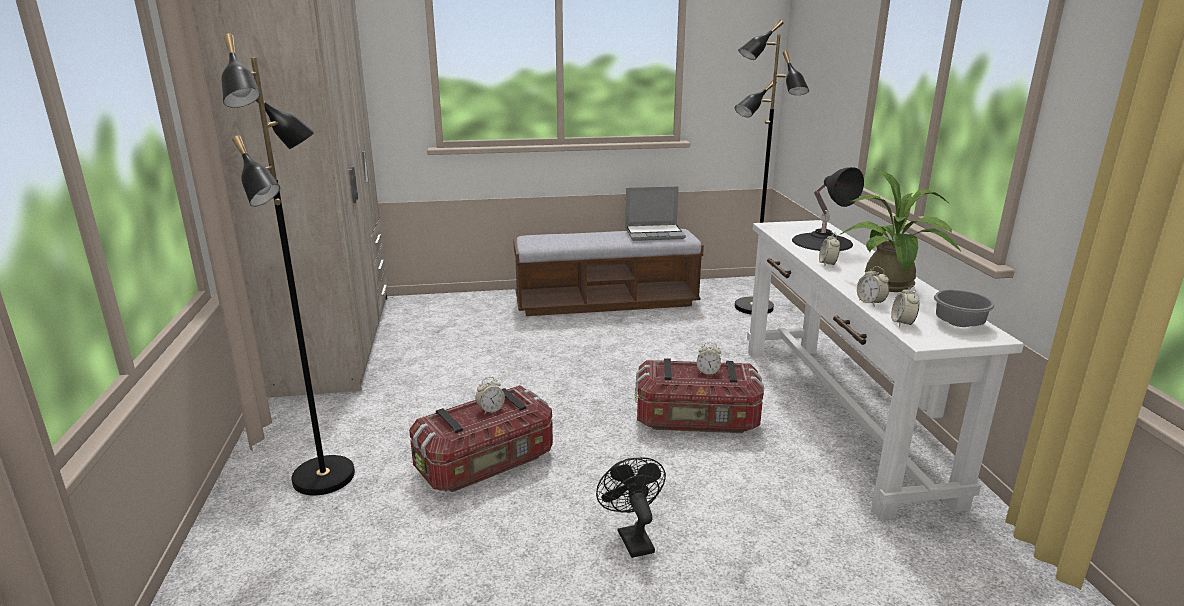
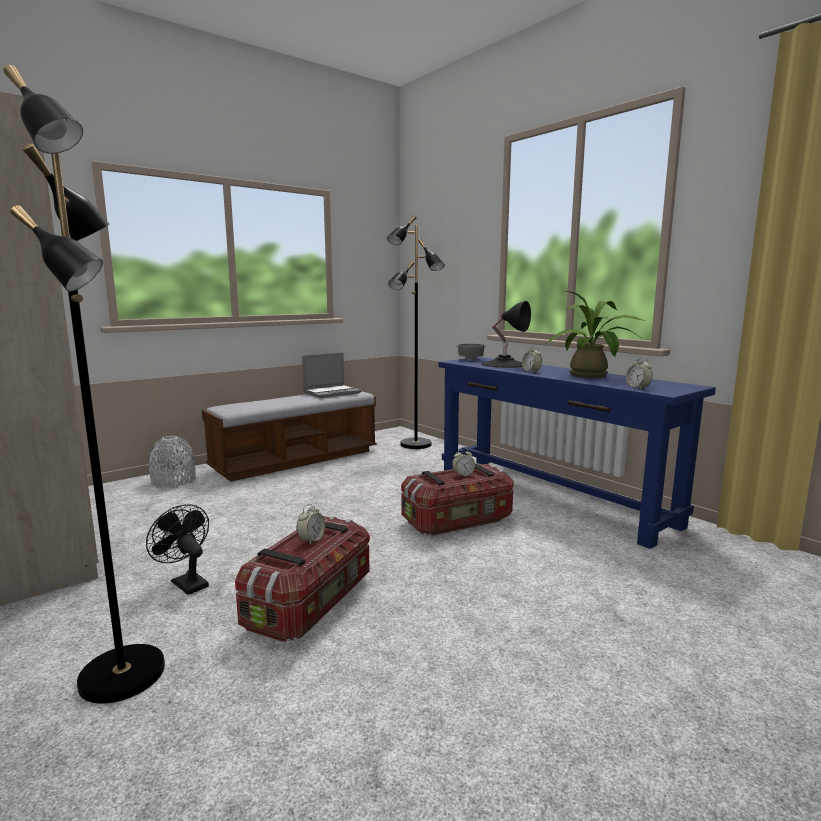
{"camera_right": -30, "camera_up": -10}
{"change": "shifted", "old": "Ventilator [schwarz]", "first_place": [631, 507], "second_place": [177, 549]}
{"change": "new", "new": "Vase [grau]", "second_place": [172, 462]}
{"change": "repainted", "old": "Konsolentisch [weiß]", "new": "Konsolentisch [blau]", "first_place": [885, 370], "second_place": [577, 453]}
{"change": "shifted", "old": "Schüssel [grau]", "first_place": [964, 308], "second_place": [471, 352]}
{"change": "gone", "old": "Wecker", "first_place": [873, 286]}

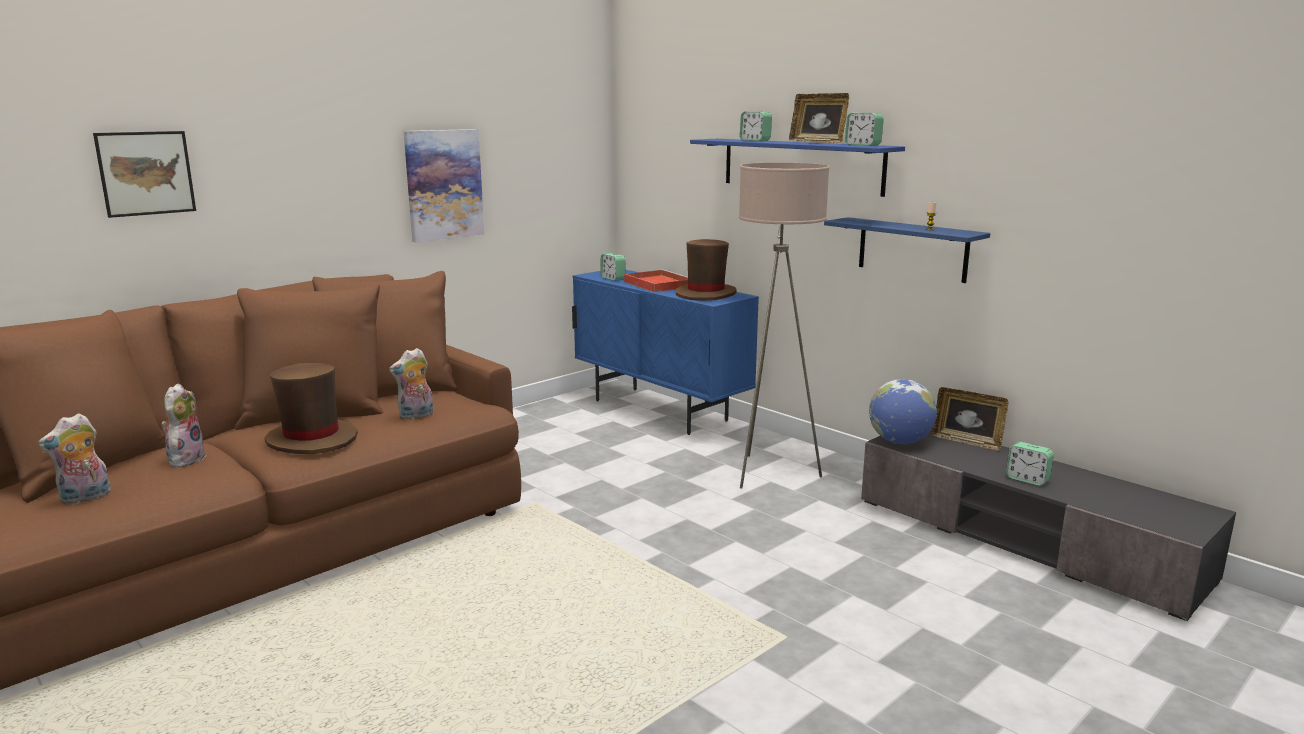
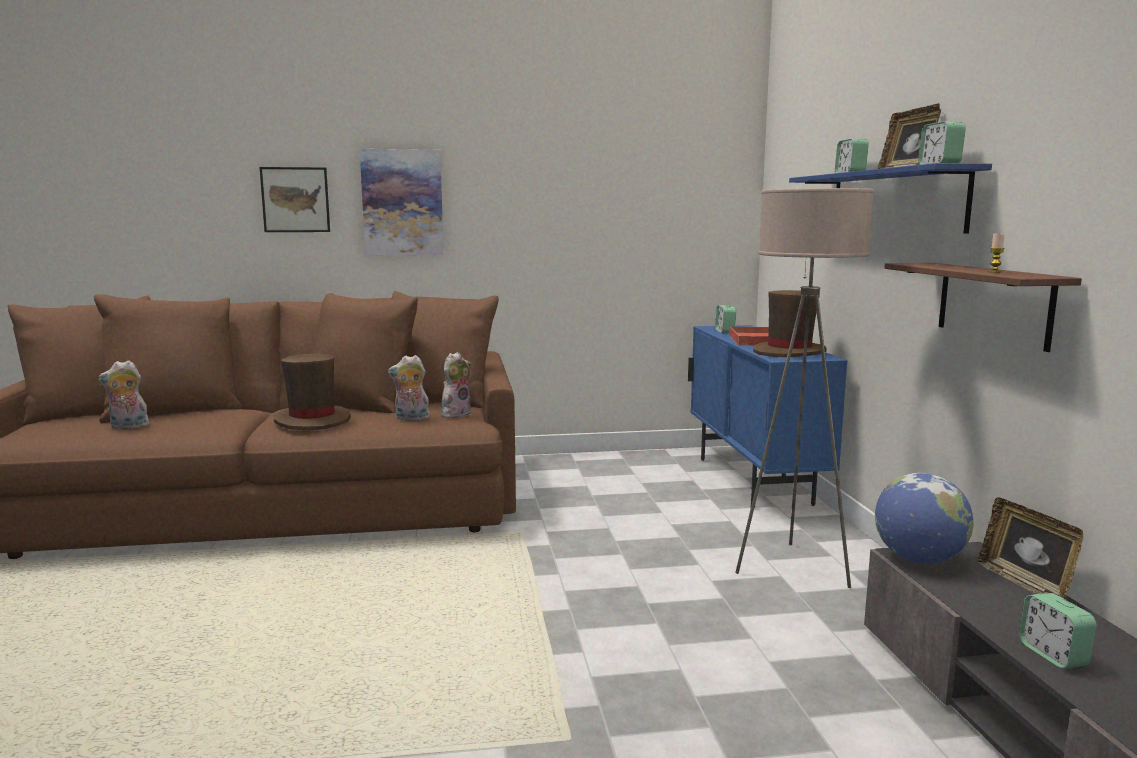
{"camera_right": 35, "camera_up": -5}
{"change": "shifted", "old": "Bild", "first_place": [444, 185], "second_place": [402, 202]}
{"change": "shifted", "old": "Plüschtier", "first_place": [184, 425], "second_place": [456, 385]}
{"change": "repainted", "old": "Wandregal [blau]", "new": "Wandregal [braun]", "first_place": [907, 250], "second_place": [983, 307]}

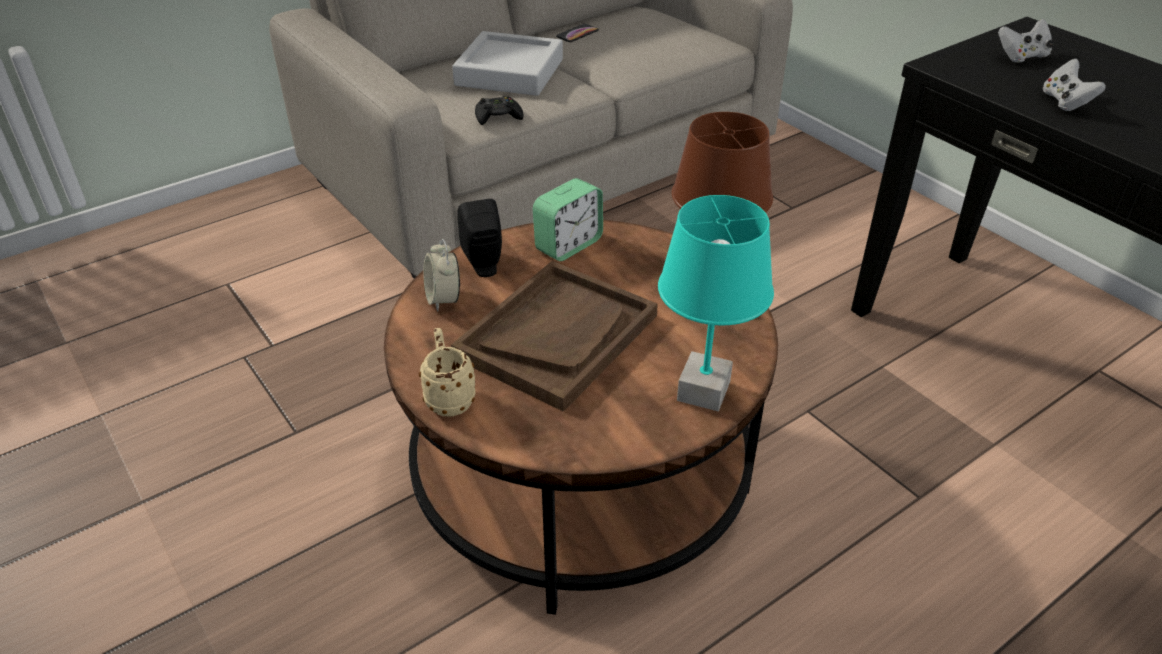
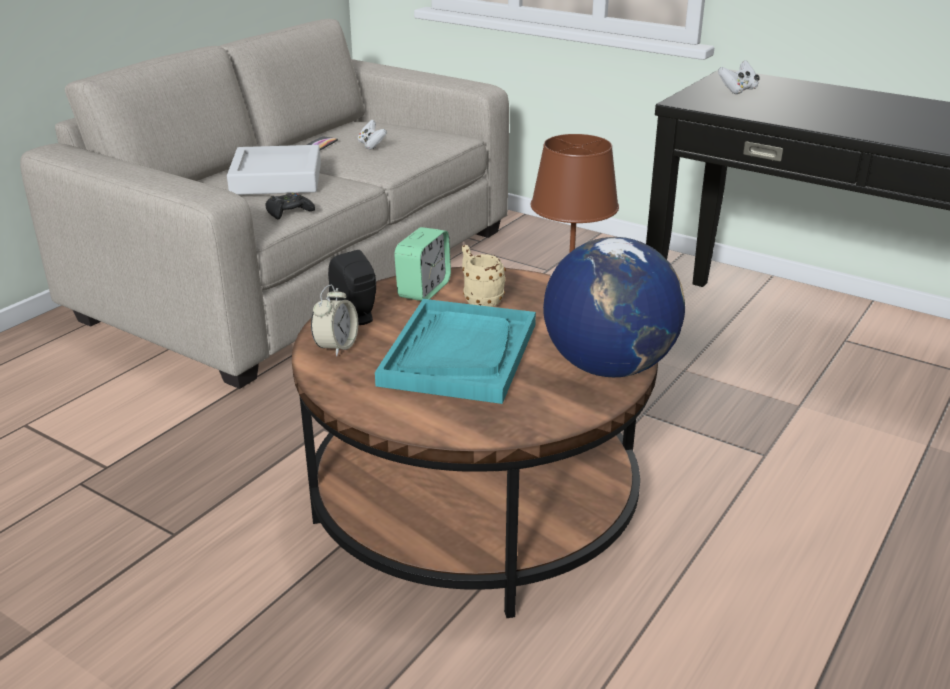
{"camera_right": -20, "camera_up": -10}
{"change": "rotated", "old": "Wecker", "first_place": [441, 275], "second_place": [334, 320], "degrees": -120}
{"change": "shifted", "old": "Gamepad [weiß]", "first_place": [1074, 85], "second_place": [372, 134]}
{"change": "repainted", "old": "Tablett [braun]", "new": "Tablett [türkis]", "first_place": [554, 336], "second_place": [455, 351]}
{"change": "shifted", "old": "Henkelbecher [beige]", "first_place": [447, 372], "second_place": [483, 276]}
{"change": "swapped", "old": "Tischlampe [türkis]", "new": "Globus", "first_place": [716, 303], "second_place": [614, 307]}

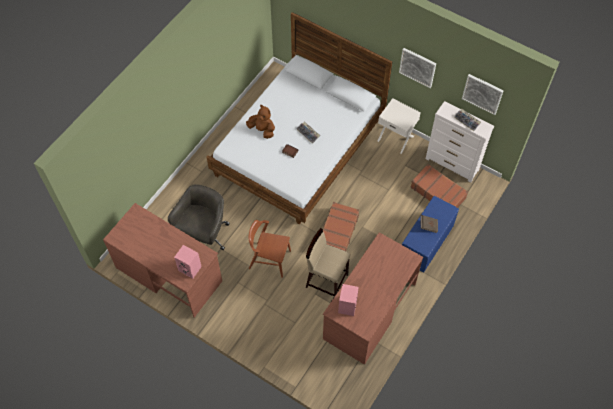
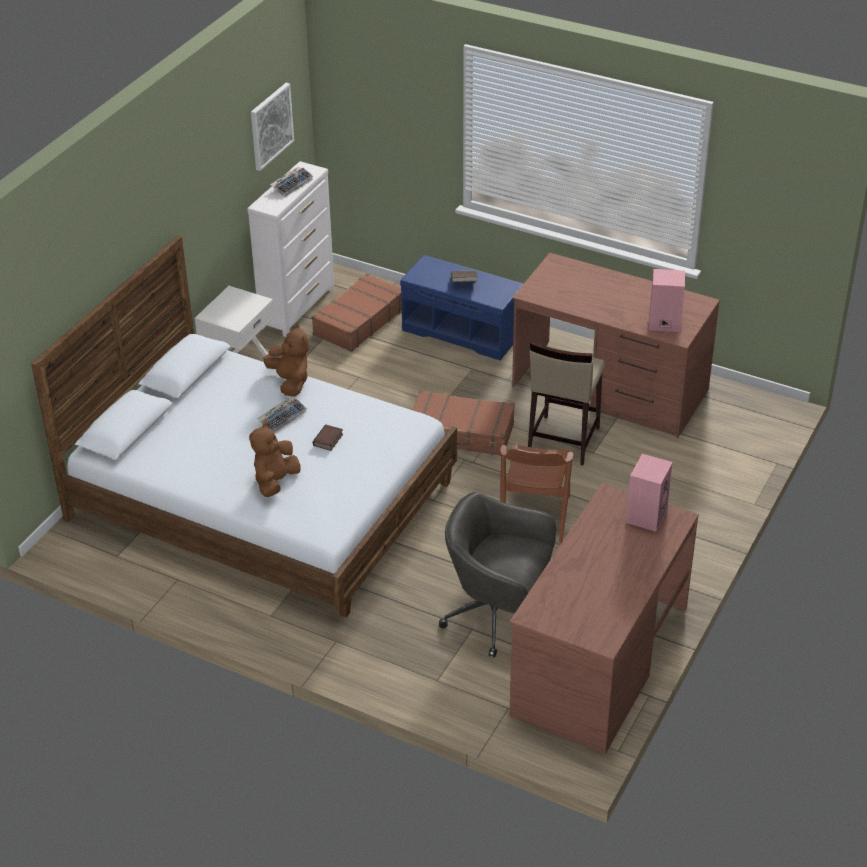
{"camera_right": -95, "camera_up": -20}
{"change": "new", "new": "Plüschtier [braun]", "second_place": [286, 361]}
{"change": "gone", "old": "Bild", "first_place": [417, 68]}

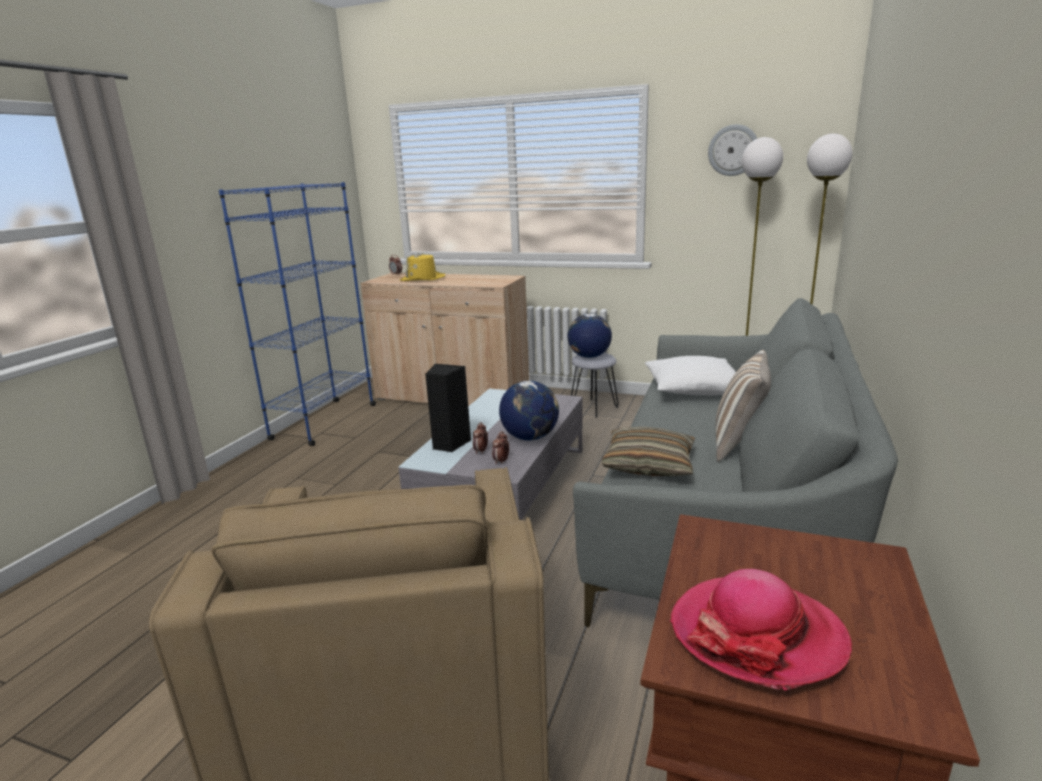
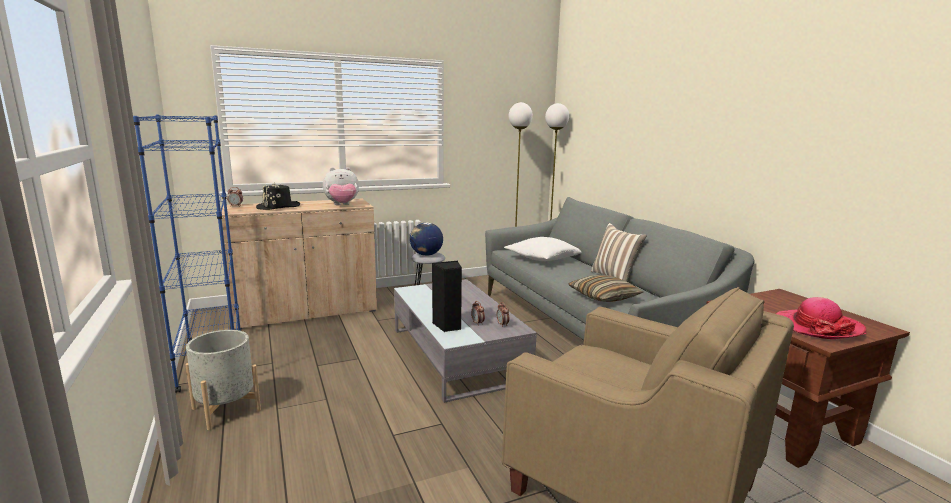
{"camera_right": -45, "camera_up": -5}
{"change": "new", "new": "Pflanzkübel [grau]", "second_place": [223, 380]}
{"change": "repainted", "old": "Hut [gelb]", "new": "Hut [schwarz]", "first_place": [422, 266], "second_place": [278, 196]}
{"change": "new", "new": "Plüschtier", "second_place": [341, 186]}
{"change": "gone", "old": "Globus", "first_place": [529, 411]}
{"change": "gone", "old": "Wanduhr", "first_place": [732, 150]}

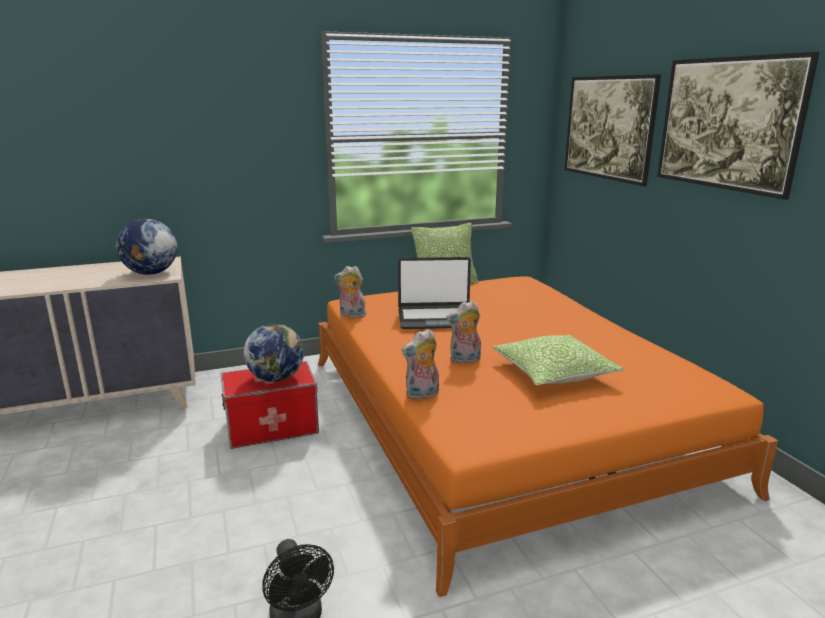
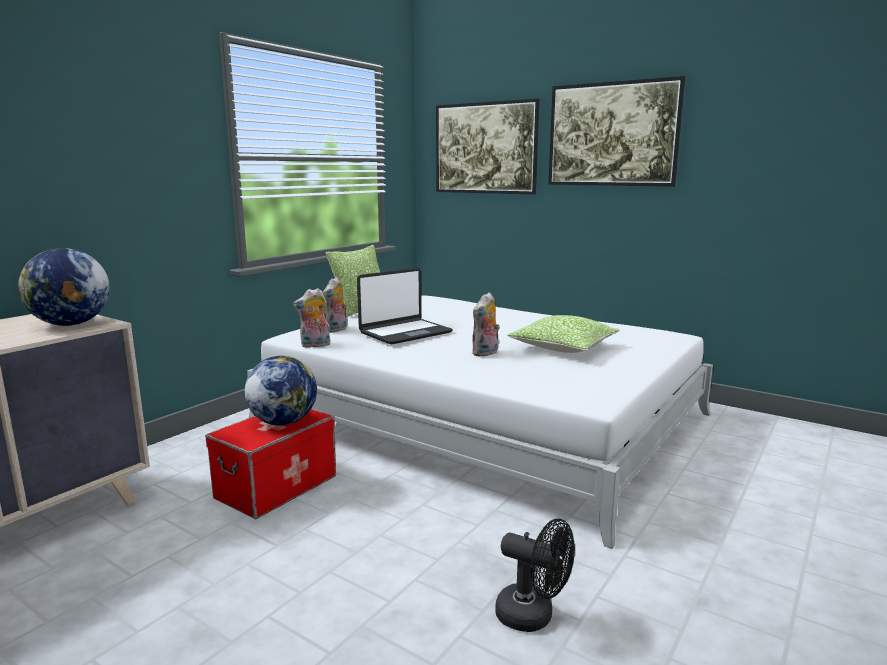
{"camera_right": -35, "camera_up": -5}
{"change": "repainted", "old": "Bett [orange]", "new": "Bett [weiß]", "first_place": [548, 437], "second_place": [480, 422]}
{"change": "shifted", "old": "Plüschtier", "first_place": [420, 364], "second_place": [335, 305]}

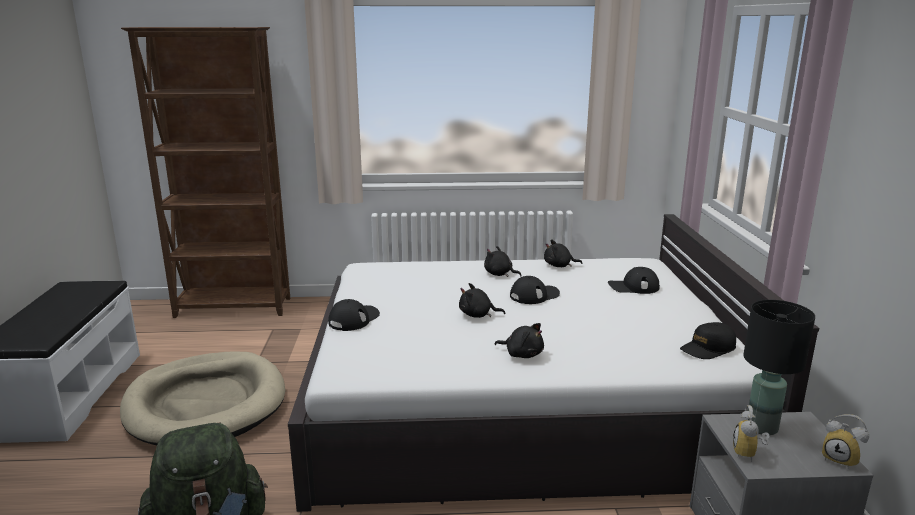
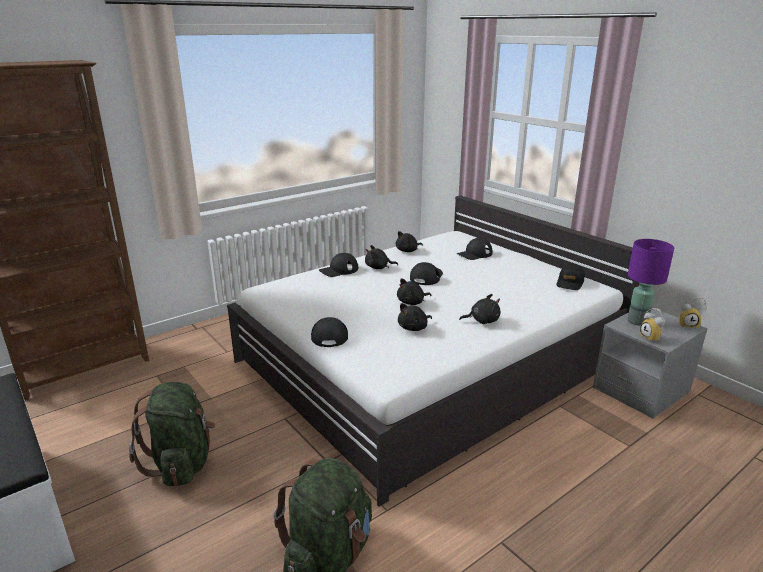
{"camera_right": -35, "camera_up": 5}
{"change": "swapped", "old": "Hundebett [beige]", "new": "Rucksack [grün]", "first_place": [202, 398], "second_place": [172, 434]}
{"change": "new", "new": "Kappe [schwarz]", "second_place": [338, 265]}
{"change": "new", "new": "Plüschtier [schwarz]", "second_place": [415, 317]}
{"change": "repainted", "old": "Tischlampe [schwarz]", "new": "Tischlampe [lila]", "first_place": [779, 367], "second_place": [650, 282]}

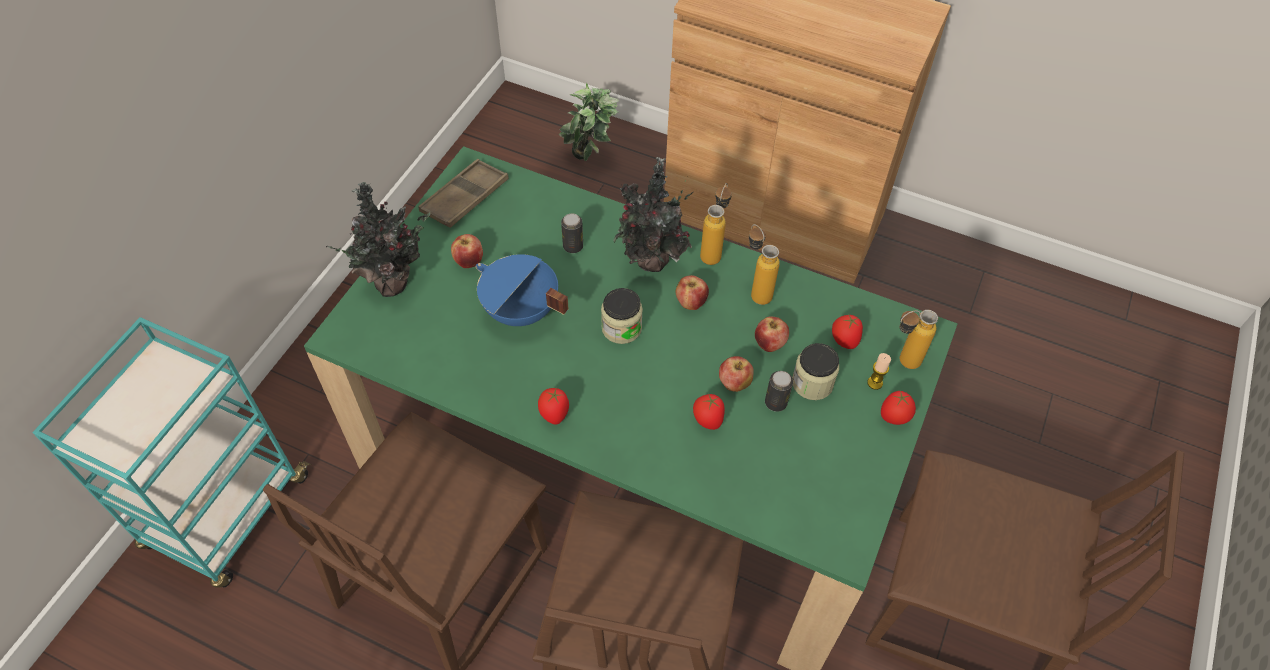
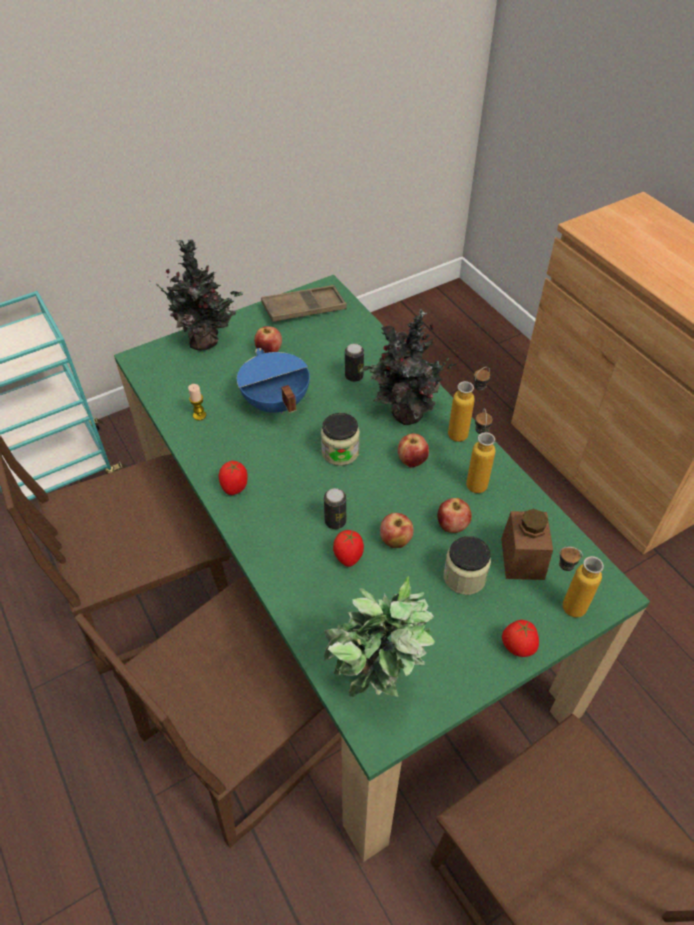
{"camera_right": 35, "camera_up": -5}
{"change": "shifted", "old": "Kerze", "first_place": [879, 371], "second_place": [197, 402]}
{"change": "shifted", "old": "Dose", "first_place": [779, 391], "second_place": [335, 508]}
{"change": "shifted", "old": "Topfpflanze", "first_place": [589, 122], "second_place": [379, 636]}
{"change": "swapped", "old": "Tomate", "new": "Vorratsglas [braun]", "first_place": [847, 331], "second_place": [527, 544]}

